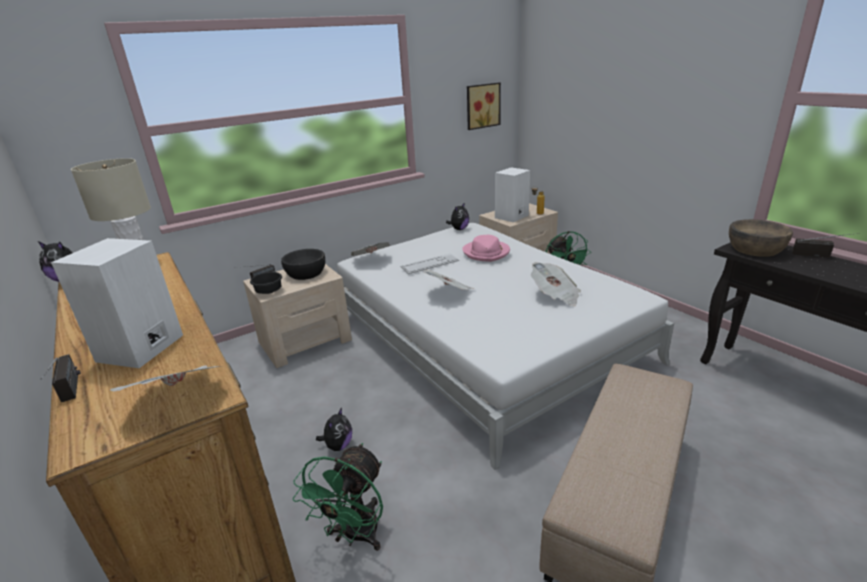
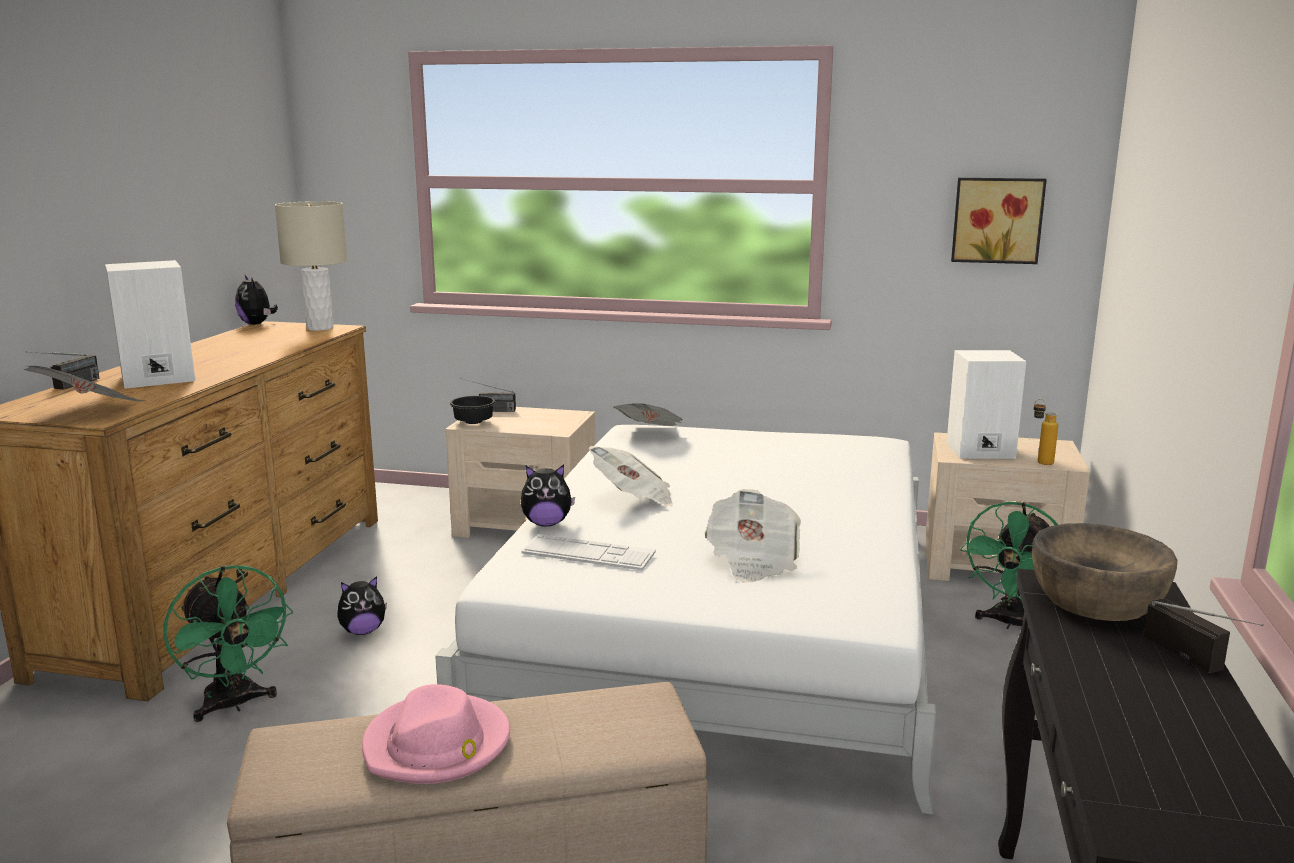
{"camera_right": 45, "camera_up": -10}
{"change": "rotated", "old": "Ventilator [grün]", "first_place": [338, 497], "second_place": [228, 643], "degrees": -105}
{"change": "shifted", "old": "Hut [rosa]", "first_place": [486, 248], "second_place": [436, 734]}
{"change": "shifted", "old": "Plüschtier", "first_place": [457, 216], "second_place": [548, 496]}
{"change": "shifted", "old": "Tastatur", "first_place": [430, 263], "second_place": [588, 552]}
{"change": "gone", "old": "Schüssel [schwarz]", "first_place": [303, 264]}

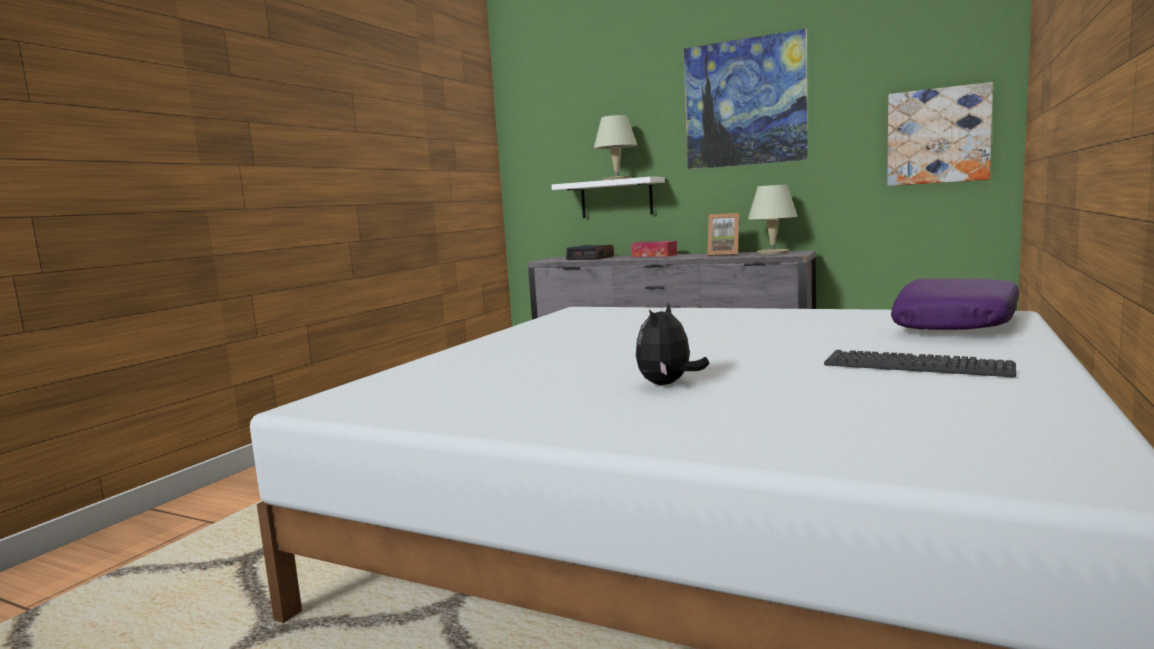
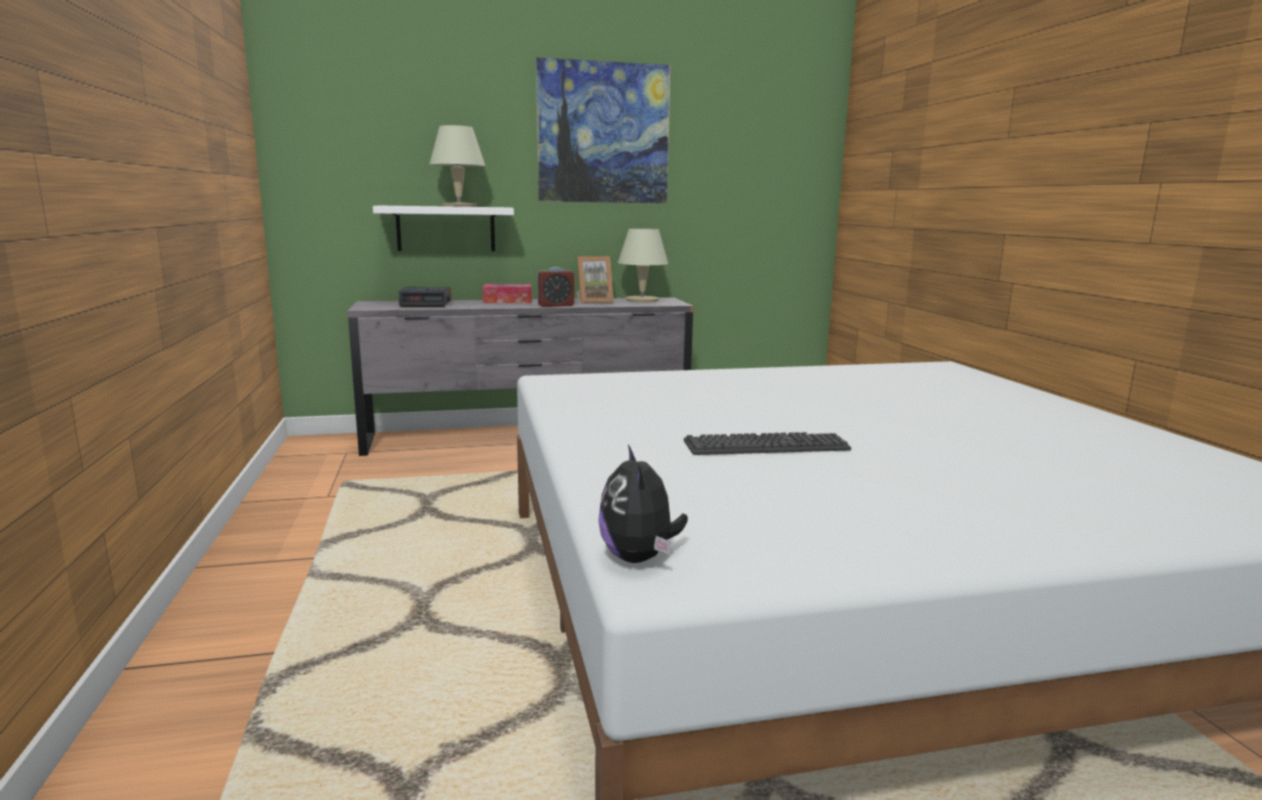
{"camera_right": -40, "camera_up": 5}
{"change": "new", "new": "Wecker", "second_place": [555, 287]}
{"change": "shifted", "old": "Plüschtier", "first_place": [672, 344], "second_place": [643, 504]}
{"change": "shifted", "old": "Tastatur", "first_place": [920, 363], "second_place": [767, 443]}
{"change": "gone", "old": "Bild", "first_place": [940, 134]}
{"change": "gone", "old": "Kissen [lila]", "first_place": [955, 304]}

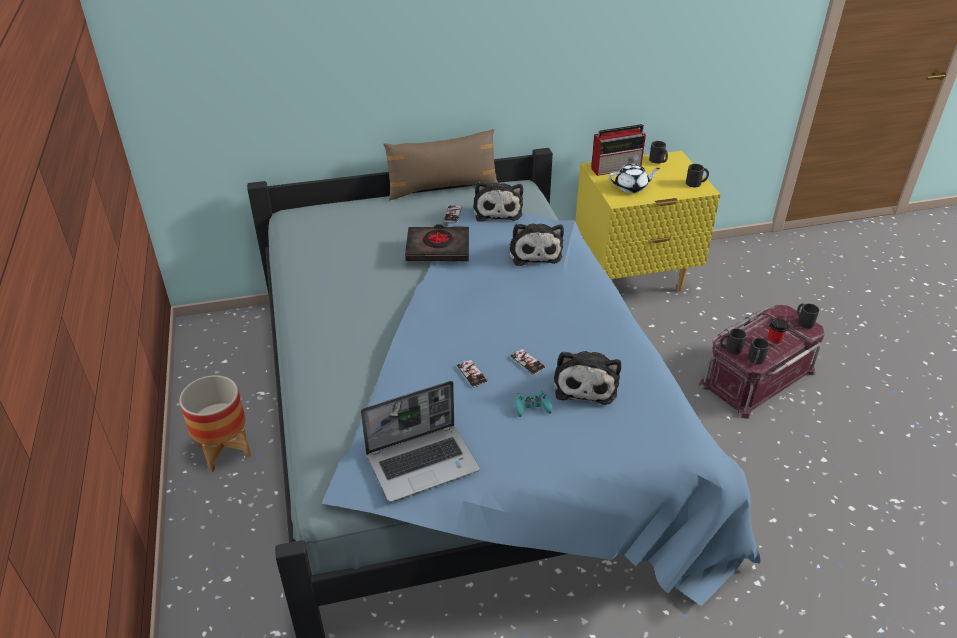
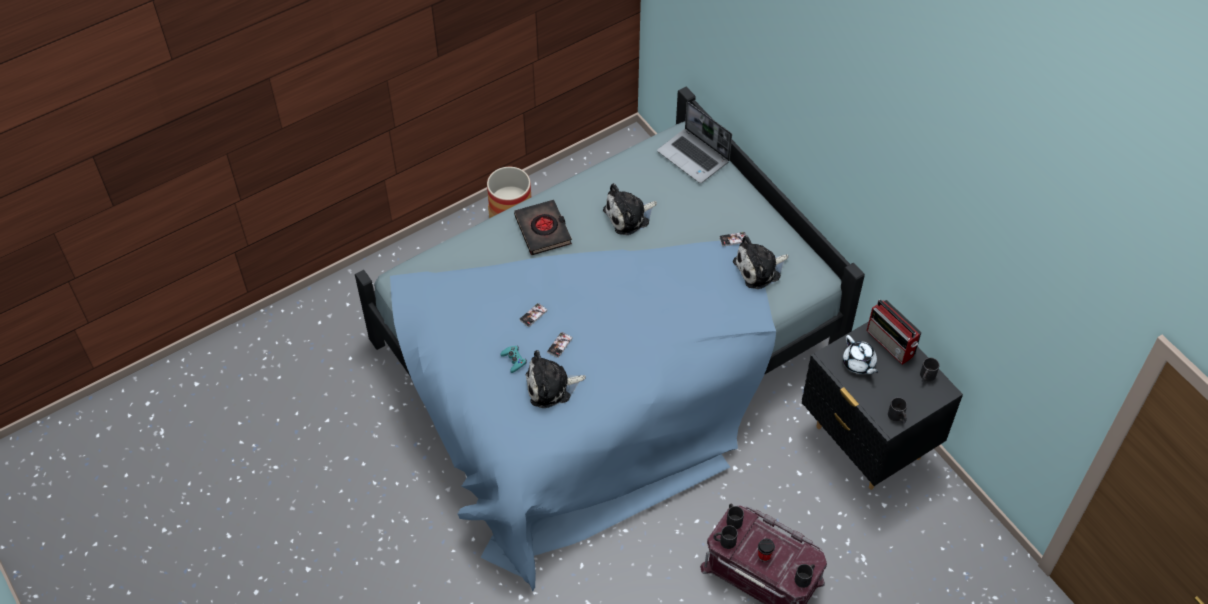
{"camera_right": 70, "camera_up": 15}
{"change": "shifted", "old": "Buch [schwarz]", "first_place": [437, 242], "second_place": [543, 227]}
{"change": "shifted", "old": "Plüschtier", "first_place": [537, 244], "second_place": [630, 209]}
{"change": "shifted", "old": "Laptop", "first_place": [420, 441], "second_place": [694, 142]}
{"change": "repainted", "old": "Nachttisch [gelb]", "new": "Nachttisch [schwarz]", "first_place": [648, 221], "second_place": [882, 405]}
{"change": "gone", "old": "Kissen [braun]", "first_place": [441, 165]}

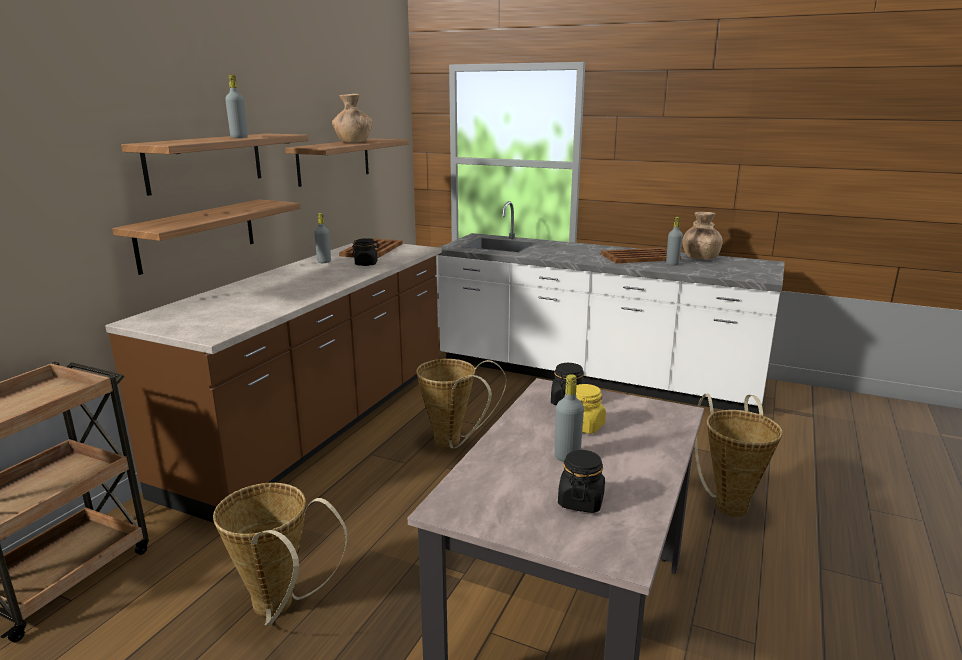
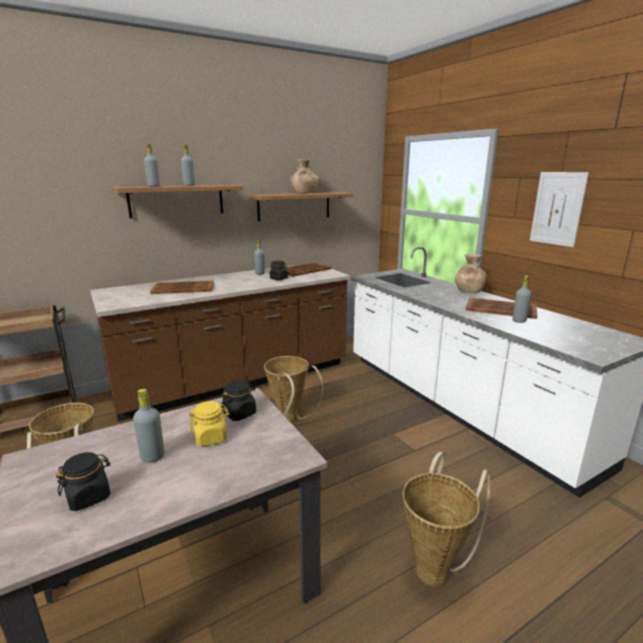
{"camera_right": 35, "camera_up": 0}
{"change": "new", "new": "Flasche [grau]", "second_place": [152, 165]}
{"change": "new", "new": "Tablett [braun]", "second_place": [182, 287]}
{"change": "shifted", "old": "Vase [braun]", "first_place": [702, 236], "second_place": [471, 273]}
{"change": "new", "new": "Bild", "second_place": [559, 209]}
{"change": "gone", "old": "Wandregal", "first_place": [206, 237]}

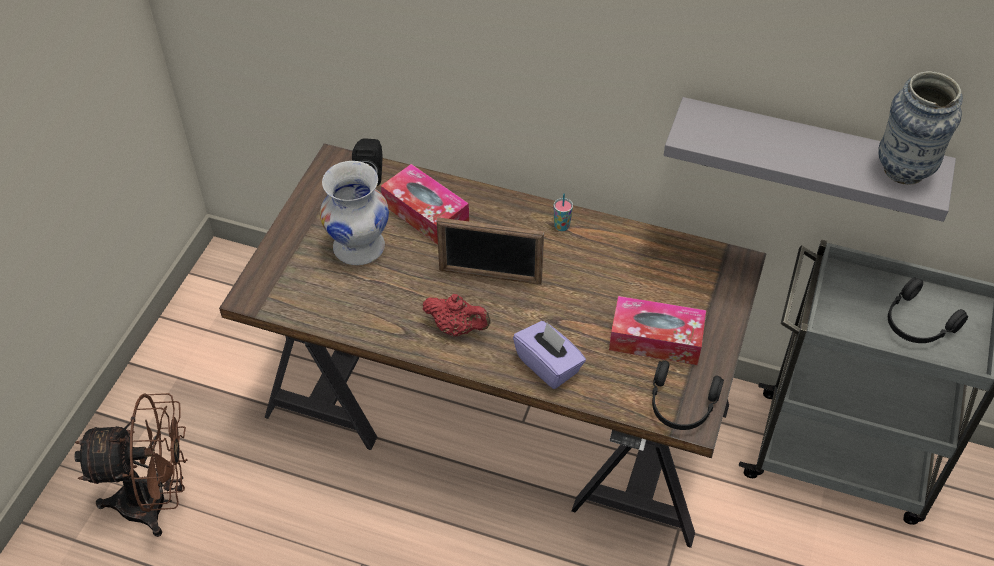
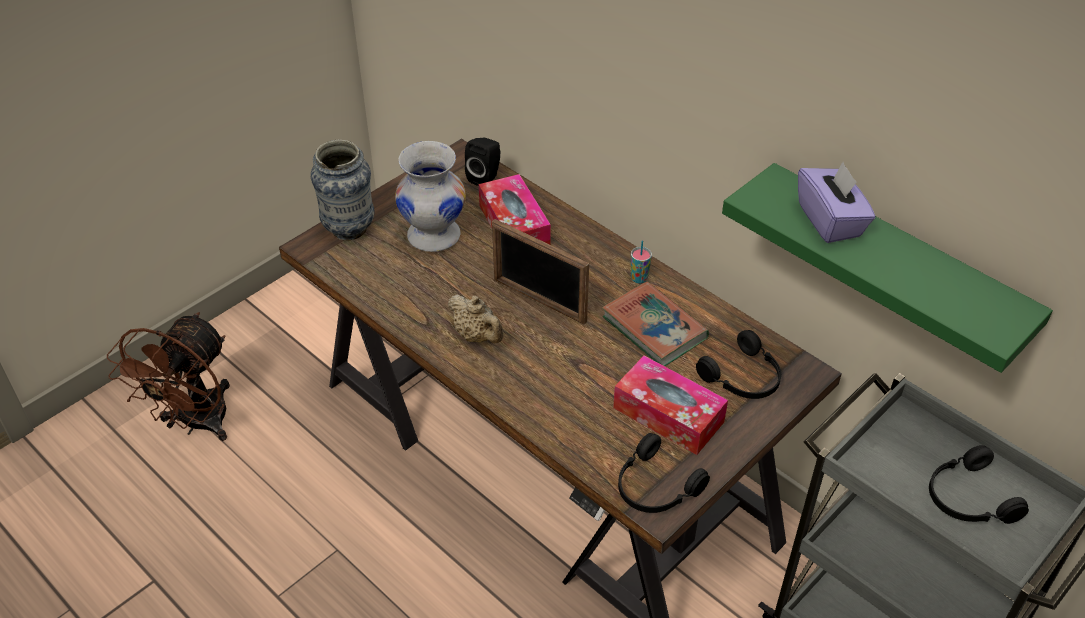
{"camera_right": 25, "camera_up": -5}
{"change": "rotated", "old": "Ventilator [braun]", "first_place": [130, 465], "second_place": [168, 376], "degrees": 90}
{"change": "shifted", "old": "Vase", "first_place": [920, 128], "second_place": [343, 190]}
{"change": "repainted", "old": "Teekanne [rot]", "new": "Teekanne [beige]", "first_place": [457, 315], "second_place": [475, 318]}
{"change": "new", "new": "Buch", "second_place": [655, 324]}
{"change": "new", "new": "Kopfhörer [schwarz]", "second_place": [738, 364]}
{"change": "repainted", "old": "Wandregal [grau]", "new": "Wandregal [grün]", "first_place": [810, 159], "second_place": [887, 268]}
{"change": "shifted", "old": "Taschentuchbox [lila]", "first_place": [549, 355], "second_place": [837, 202]}

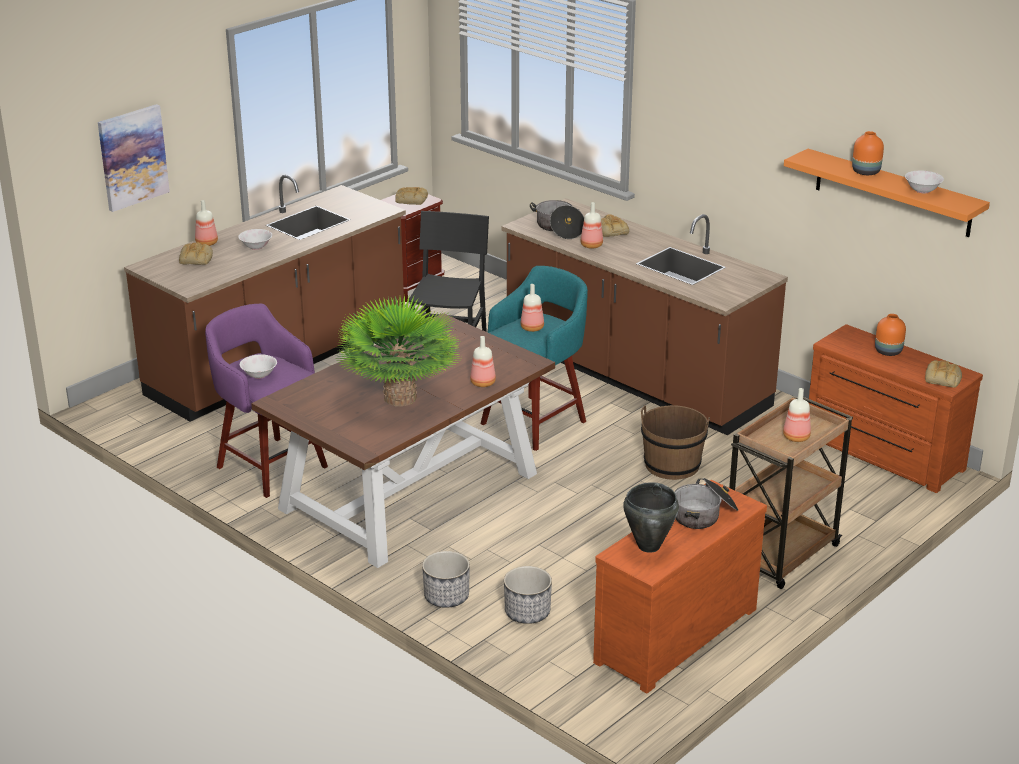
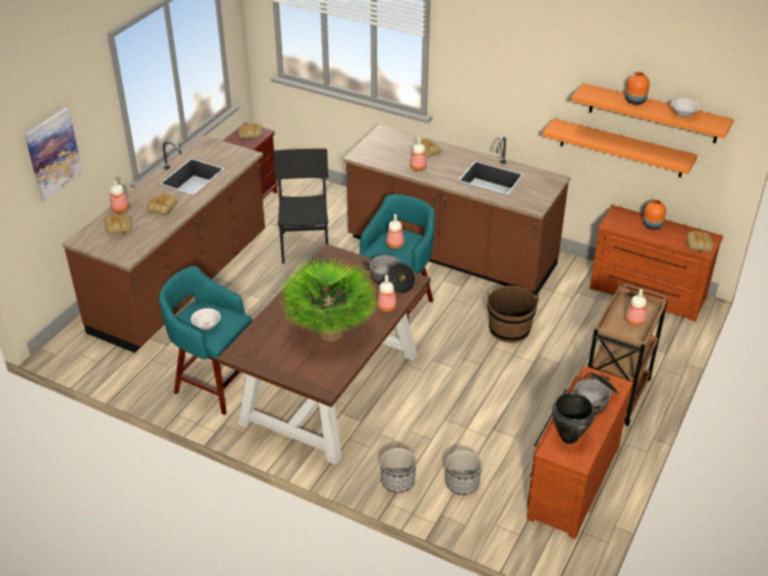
{"camera_right": -15, "camera_up": 10}
{"change": "swapped", "old": "Schüssel [weiß]", "new": "Brot", "first_place": [255, 239], "second_place": [162, 204]}
{"change": "repainted", "old": "Hocker [lila]", "new": "Hocker [türkis]", "first_place": [266, 401], "second_place": [206, 340]}
{"change": "shifted", "old": "Kochtopf", "first_place": [557, 219], "second_place": [389, 274]}
{"change": "new", "new": "Wandregal [orange]", "second_place": [619, 148]}

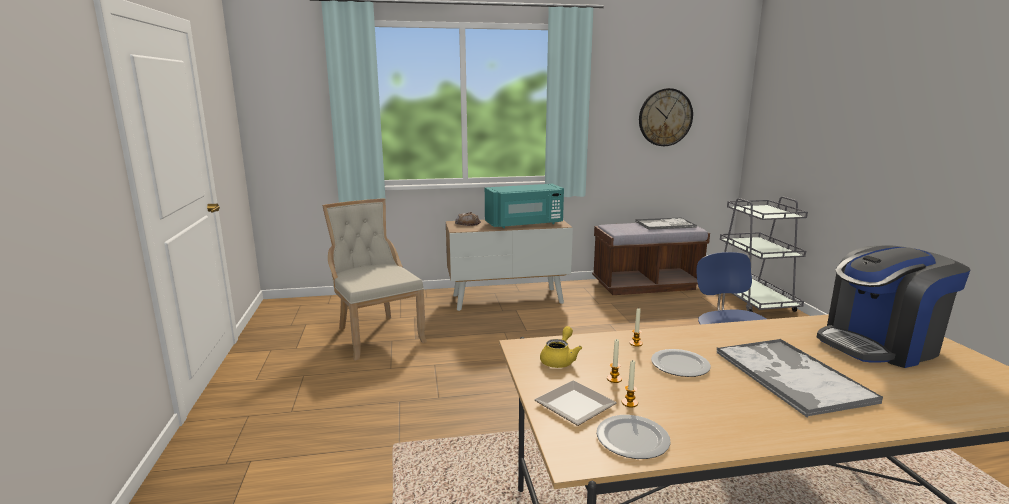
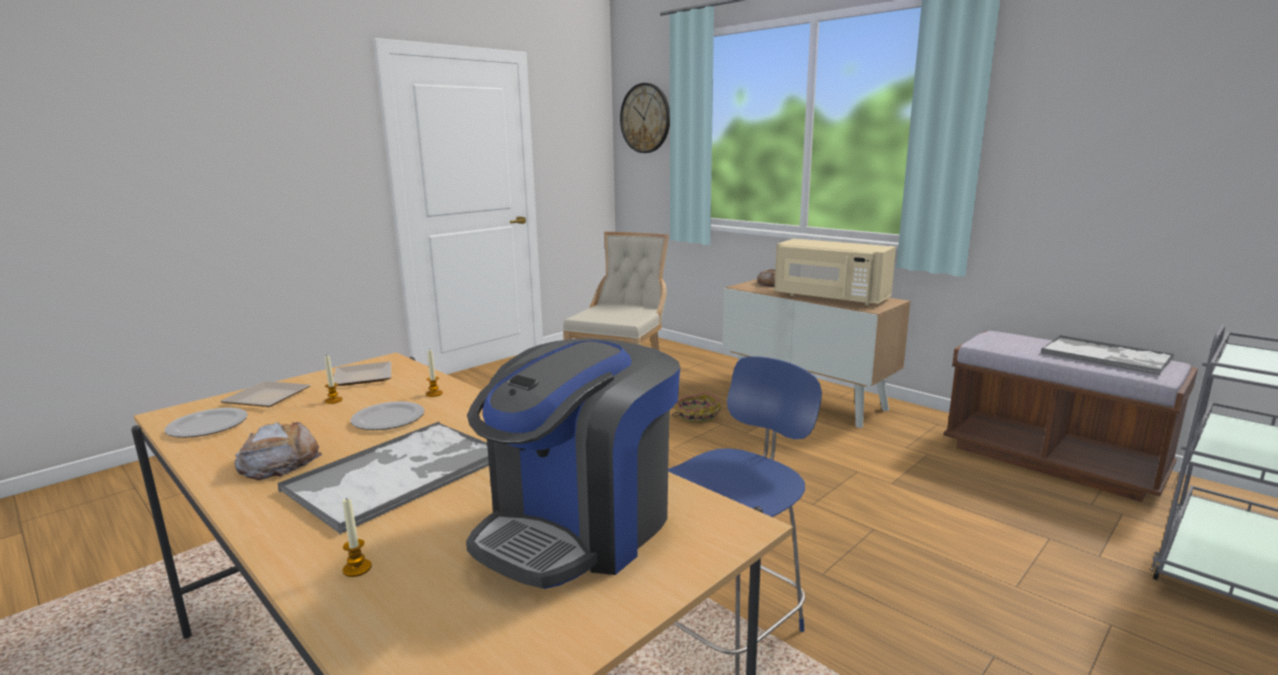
{"camera_right": 55, "camera_up": 0}
{"change": "new", "new": "Brot", "second_place": [278, 451]}
{"change": "swapped", "old": "Teekanne [gelb]", "new": "Teller", "first_place": [561, 347], "second_place": [362, 374]}
{"change": "shifted", "old": "Kerze", "first_place": [630, 384], "second_place": [357, 537]}
{"change": "rotated", "old": "Kaffeemaschine", "first_place": [893, 306], "second_place": [573, 463], "degrees": -90}
{"change": "shifted", "old": "Wanduhr", "first_place": [666, 117], "second_place": [645, 118]}
{"change": "new", "new": "Korb", "second_place": [697, 408]}
{"change": "repainted", "old": "Mikrowelle [türkis]", "new": "Mikrowelle [beige]", "first_place": [524, 206], "second_place": [835, 272]}

